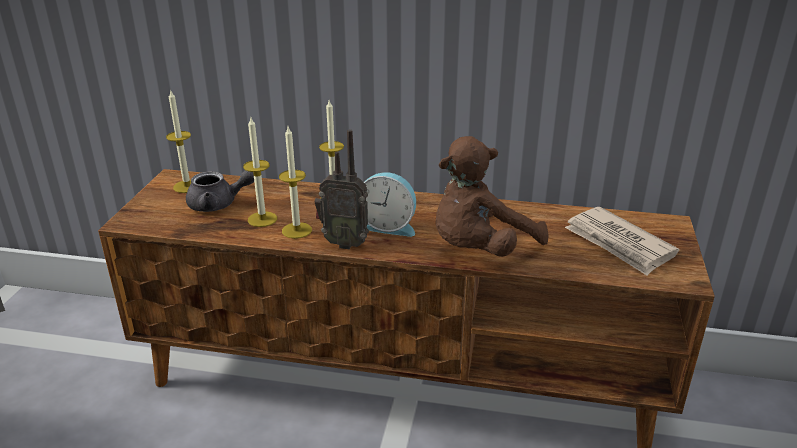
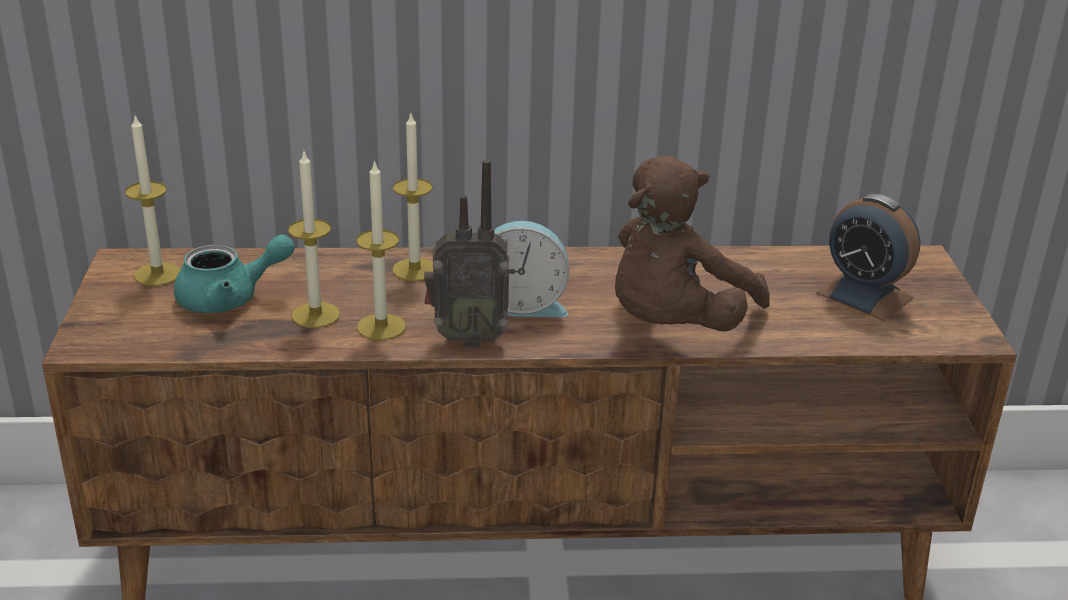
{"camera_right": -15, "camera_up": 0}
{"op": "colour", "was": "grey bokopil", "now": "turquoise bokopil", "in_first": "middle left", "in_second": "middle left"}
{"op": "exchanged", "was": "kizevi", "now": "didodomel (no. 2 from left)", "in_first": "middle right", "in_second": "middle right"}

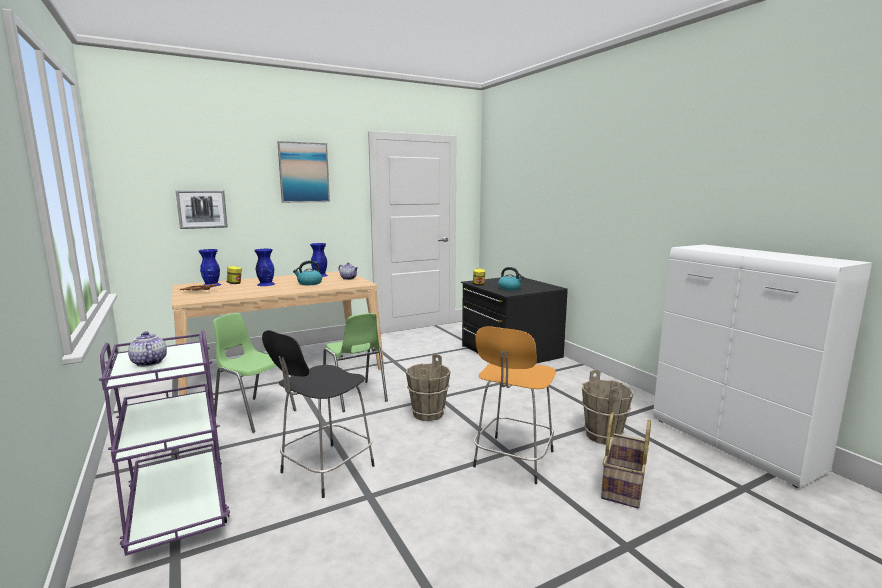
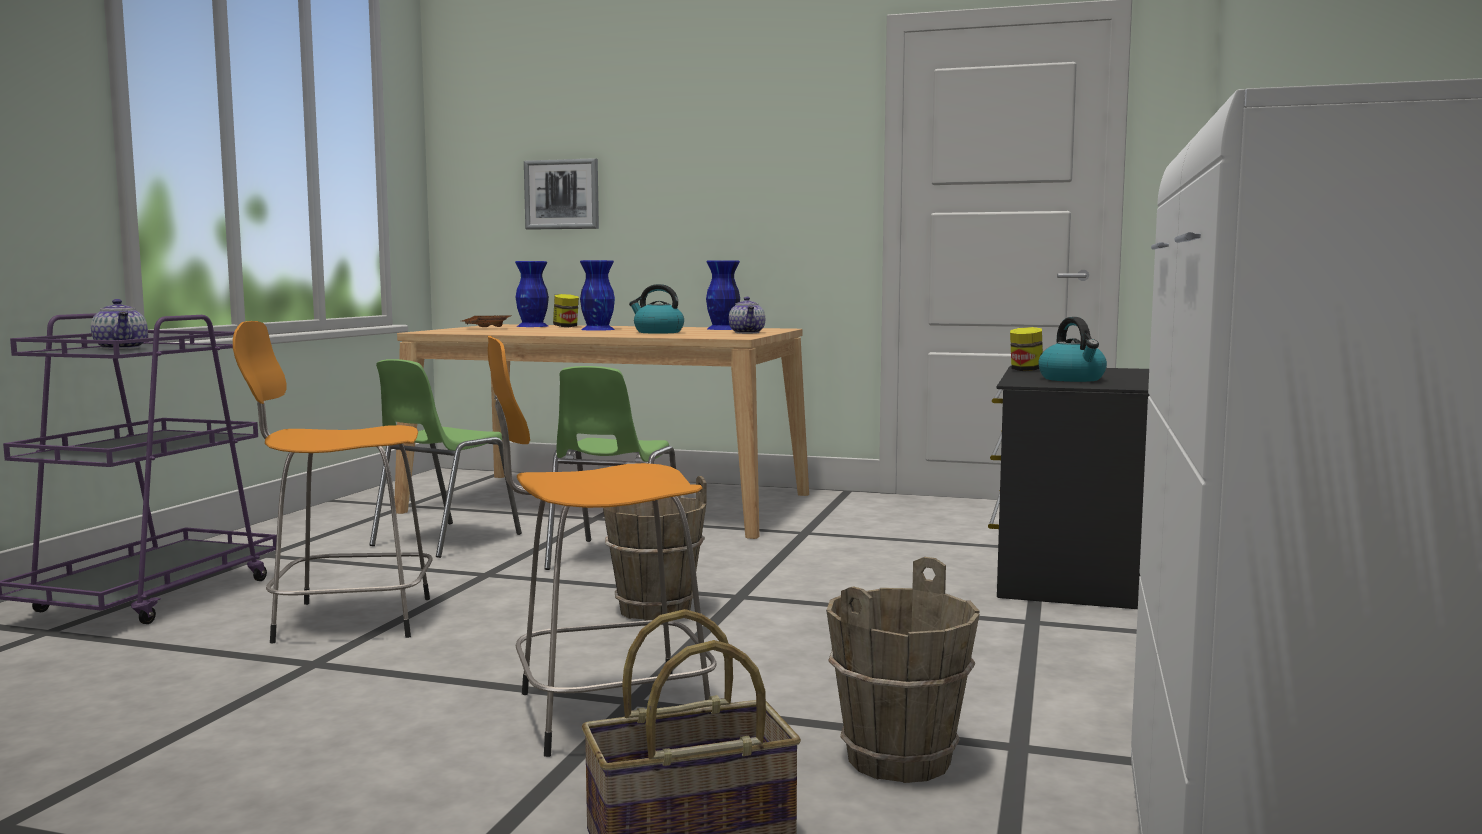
{"camera_right": 45, "camera_up": -5}
{"op": "spun", "was": "bokopil (no. 1 from left)", "in_first": "middle left", "in_second": "middle left", "clockwise": 135}
{"op": "colour", "was": "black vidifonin", "now": "orange vidifonin (no. 1 from left)", "in_first": "bottom centre", "in_second": "middle left"}
{"op": "spun", "was": "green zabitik (no. 1 from left)", "in_first": "middle left", "in_second": "middle left", "clockwise": -135}
{"op": "missing", "was": "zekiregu (no. 2 from left)", "in_first": "top centre"}

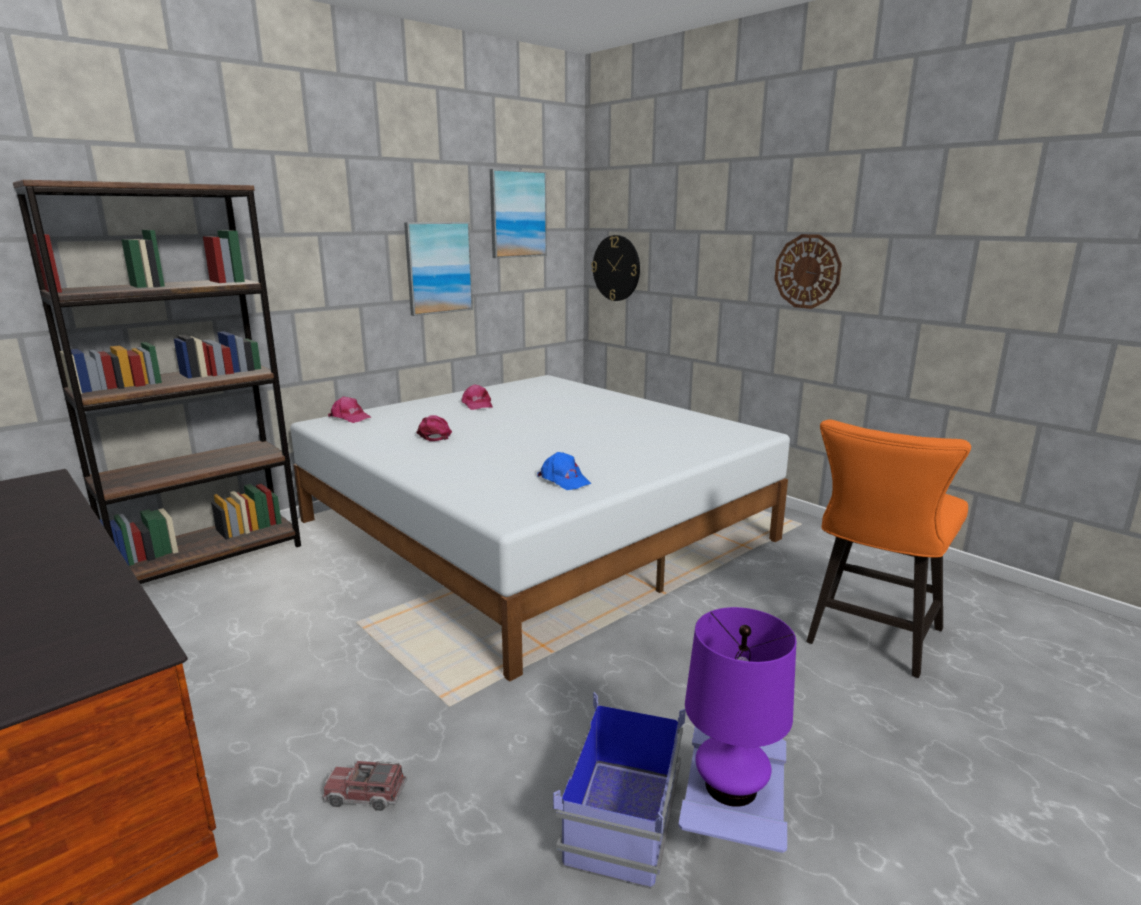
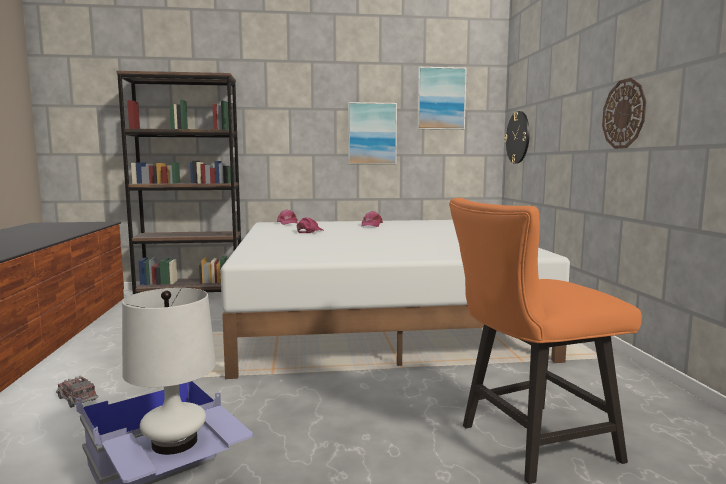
{"camera_right": 35, "camera_up": -10}
{"op": "colour", "was": "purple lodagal", "now": "white lodagal", "in_first": "bottom centre", "in_second": "bottom left"}
{"op": "missing", "was": "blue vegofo", "in_first": "centre"}

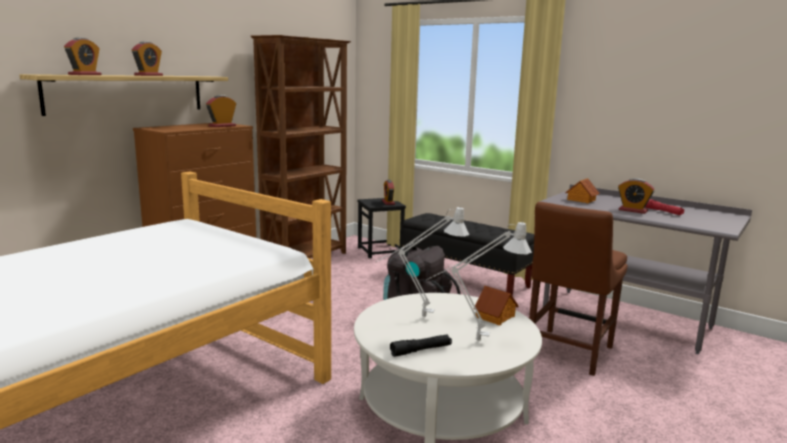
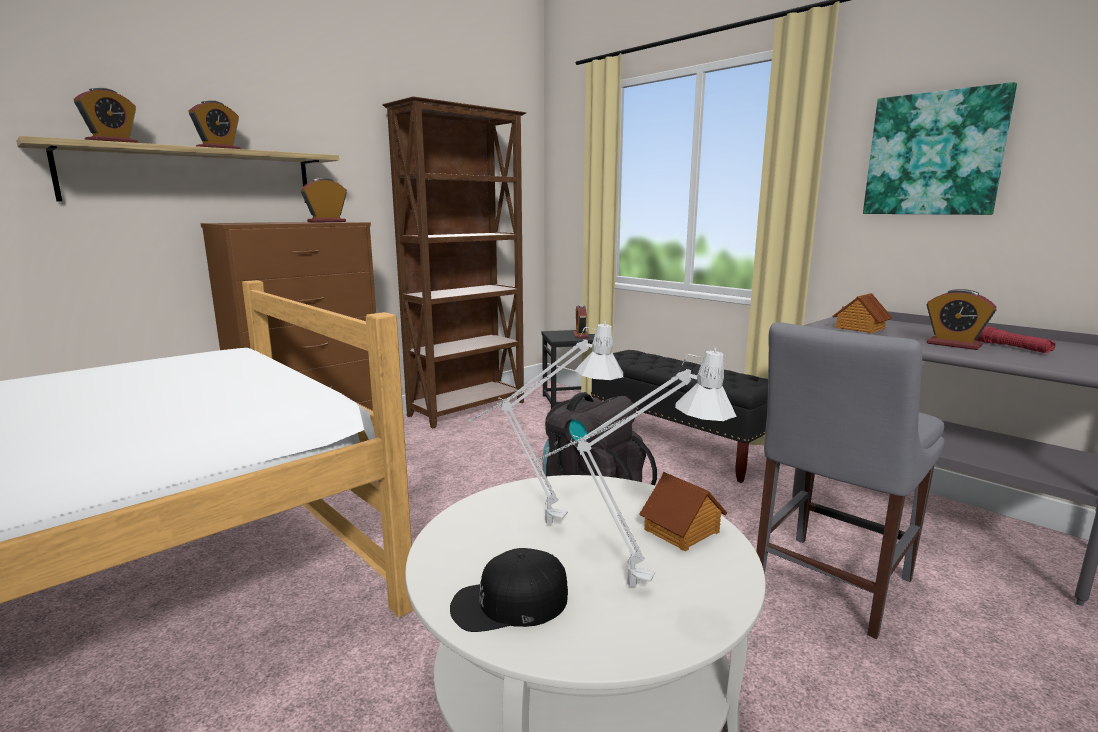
{"camera_right": 10, "camera_up": 0}
{"op": "exchanged", "was": "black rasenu", "now": "black vegofo", "in_first": "bottom centre", "in_second": "bottom centre"}
{"op": "colour", "was": "brown zabitik", "now": "grey zabitik", "in_first": "middle right", "in_second": "middle right"}
{"op": "appeared", "now": "zekiregu", "in_second": "top right"}

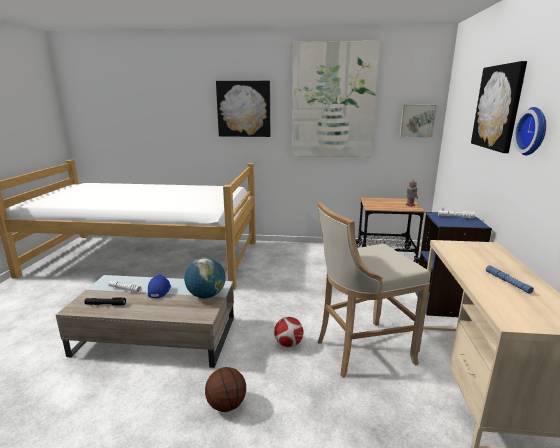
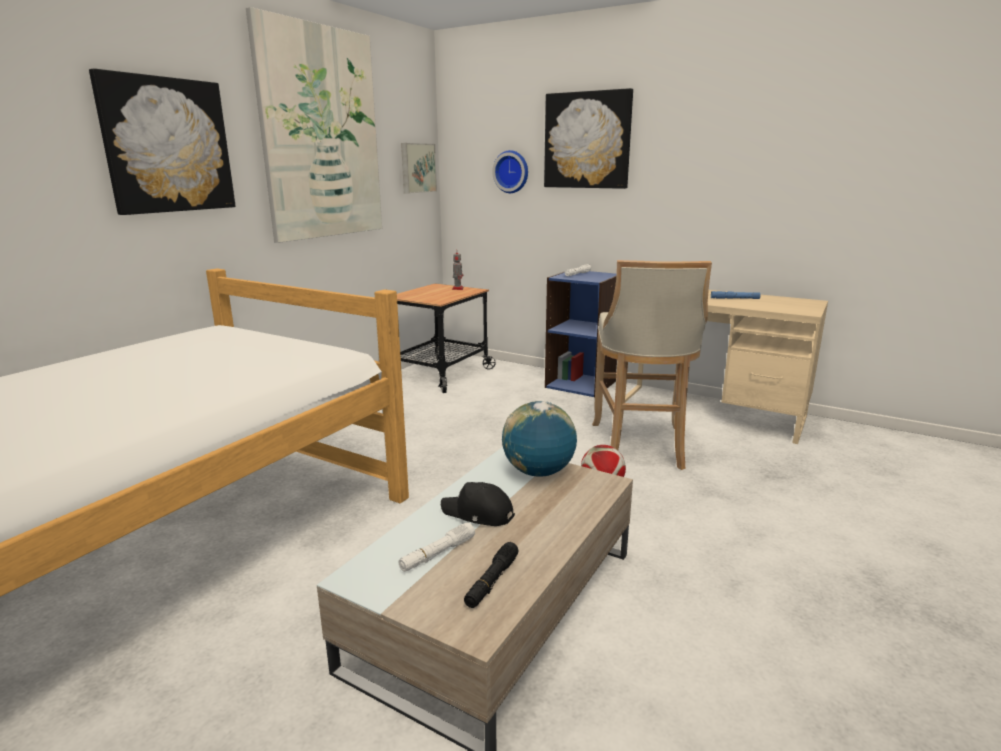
{"camera_right": -65, "camera_up": 0}
{"op": "colour", "was": "blue vegofo", "now": "black vegofo", "in_first": "middle left", "in_second": "bottom centre"}
{"op": "relocated", "was": "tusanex", "in_first": "top right", "in_second": "top centre"}
{"op": "missing", "was": "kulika", "in_first": "bottom centre"}

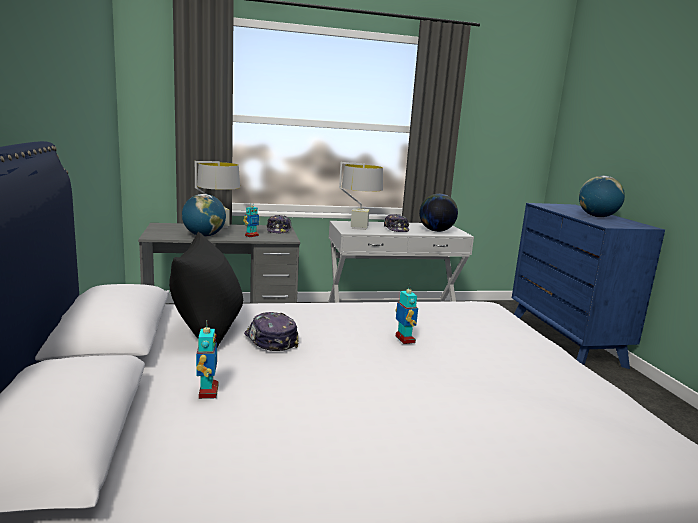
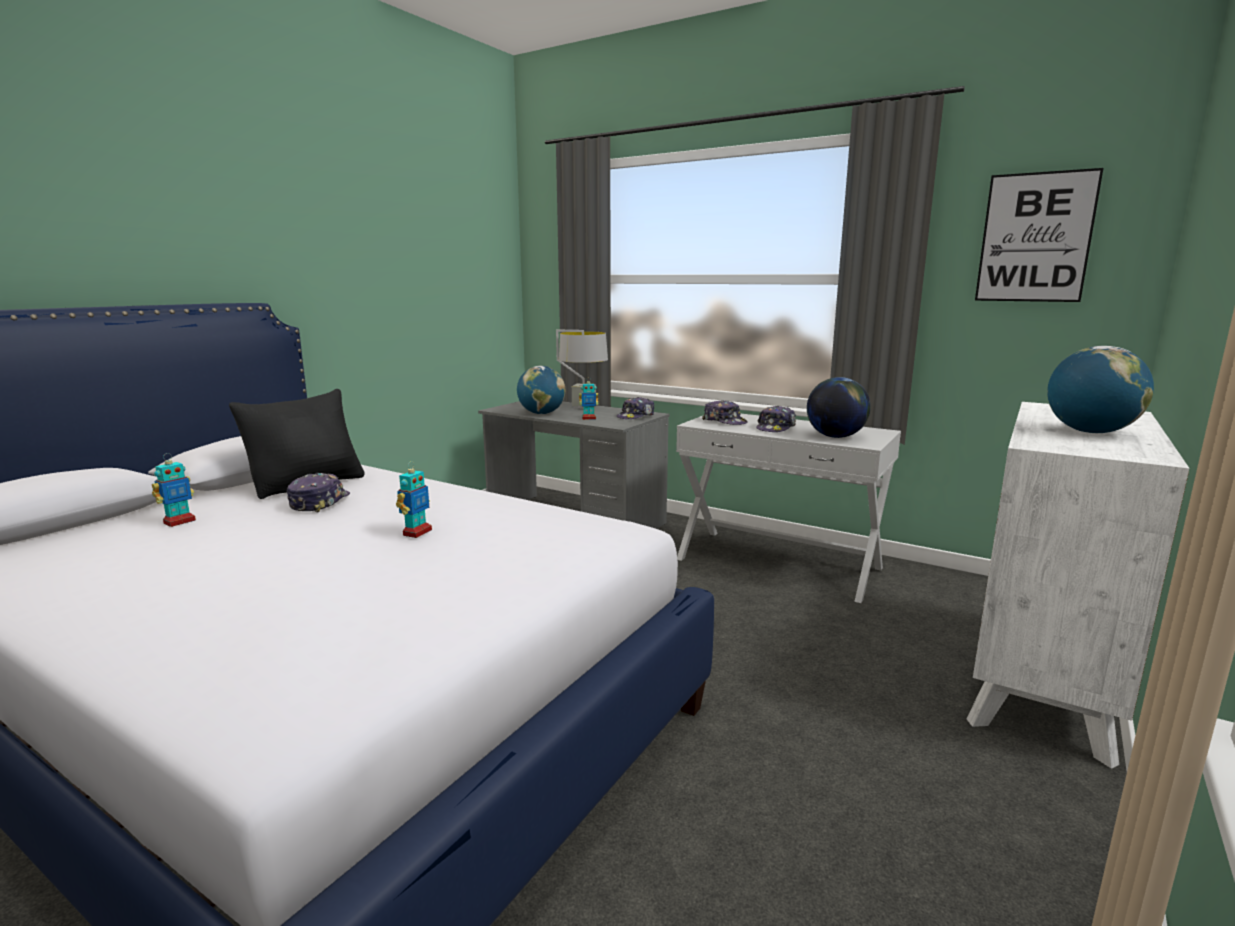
{"camera_right": 45, "camera_up": 0}
{"op": "exchanged", "was": "grey lodagal (no. 2 from left)", "now": "vegofo (no. 3 from left)", "in_first": "centre", "in_second": "centre"}
{"op": "colour", "was": "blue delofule", "now": "white delofule", "in_first": "middle right", "in_second": "middle right"}
{"op": "appeared", "now": "zekiregu", "in_second": "top right"}

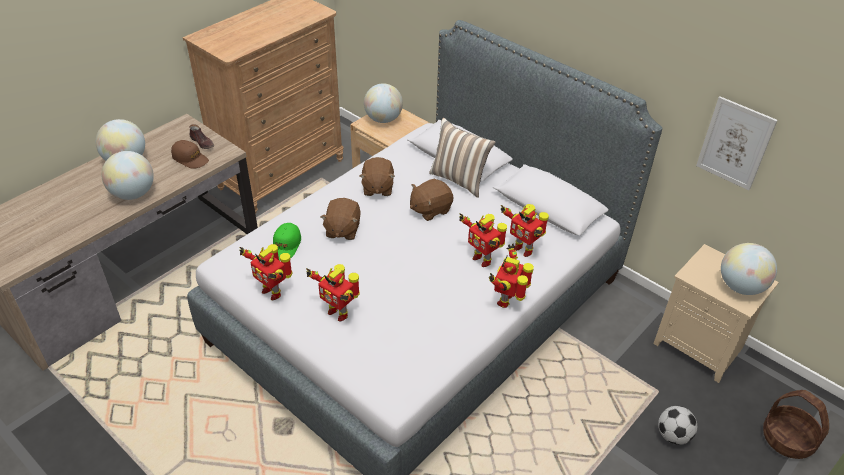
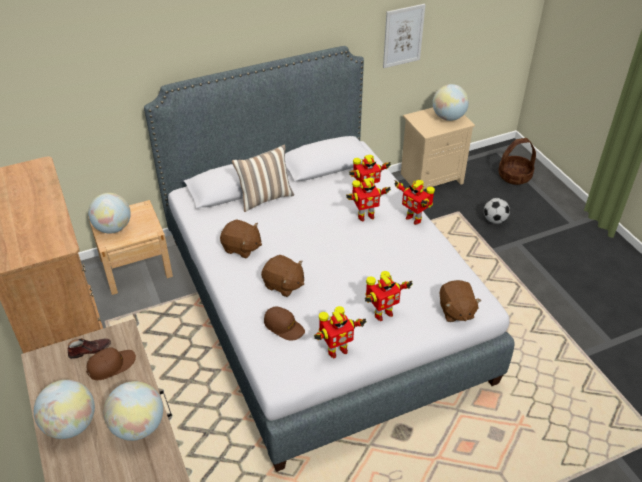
{"camera_right": -65, "camera_up": 0}
{"op": "colour", "was": "green vegofo", "now": "brown vegofo (no. 2 from left)", "in_first": "centre", "in_second": "bottom centre"}
{"op": "relocated", "was": "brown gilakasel (no. 3 from left)", "in_first": "centre", "in_second": "middle right"}

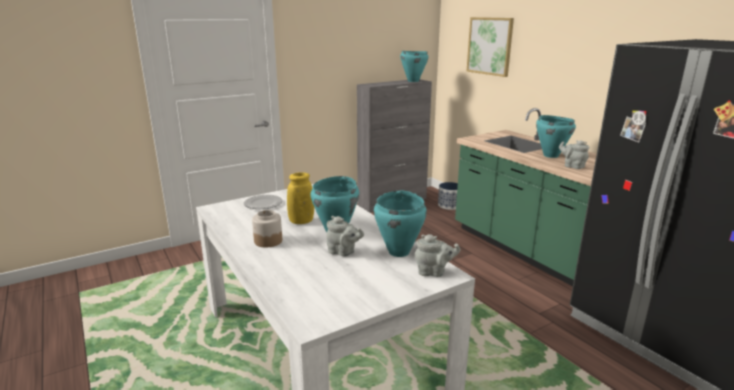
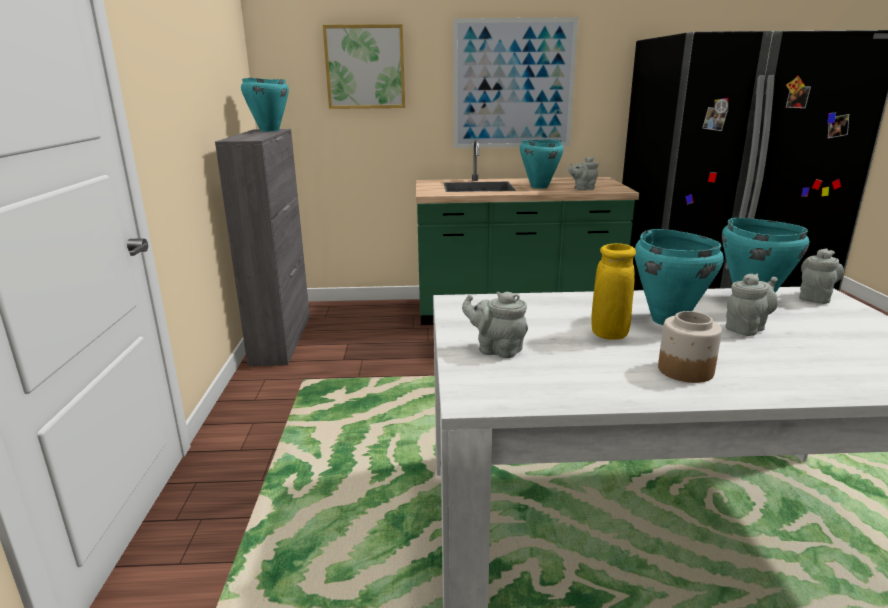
{"camera_right": -60, "camera_up": 0}
{"op": "appeared", "now": "zekiregu (no. 2 from left)", "in_second": "top centre"}
{"op": "exchanged", "was": "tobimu", "now": "grey bokopil (no. 1 from left)", "in_first": "centre", "in_second": "centre"}
{"op": "missing", "was": "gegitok", "in_first": "centre"}

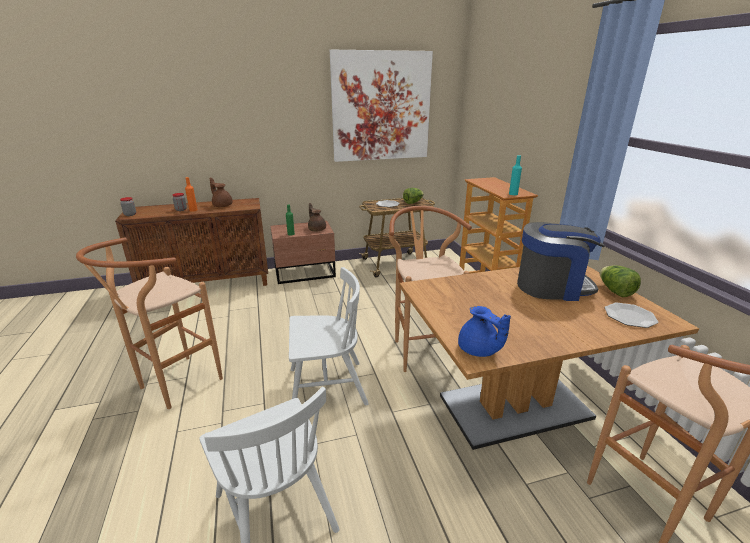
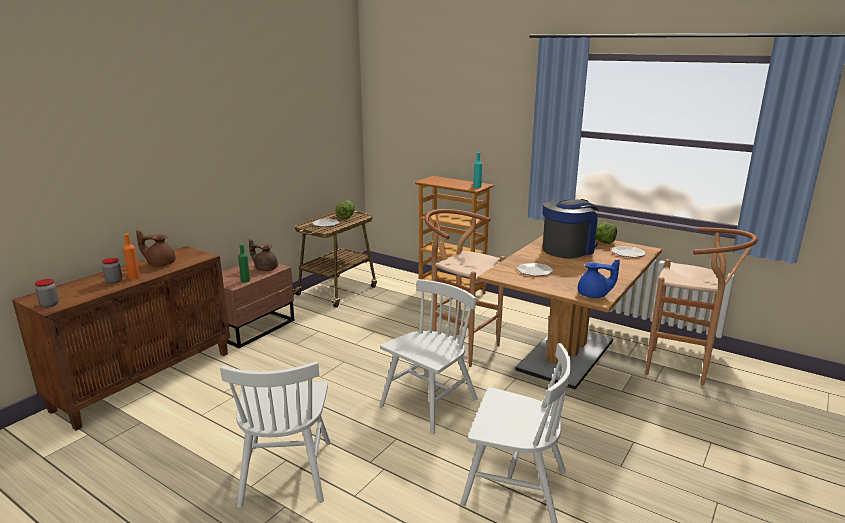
{"camera_right": -40, "camera_up": -5}
{"op": "exchanged", "was": "brown vidifonin (no. 1 from left)", "now": "white zabitik (no. 1 from left)", "in_first": "middle left", "in_second": "bottom left"}
{"op": "appeared", "now": "tobimu (no. 2 from left)", "in_second": "centre"}
{"op": "missing", "was": "zekiregu", "in_first": "top centre"}

